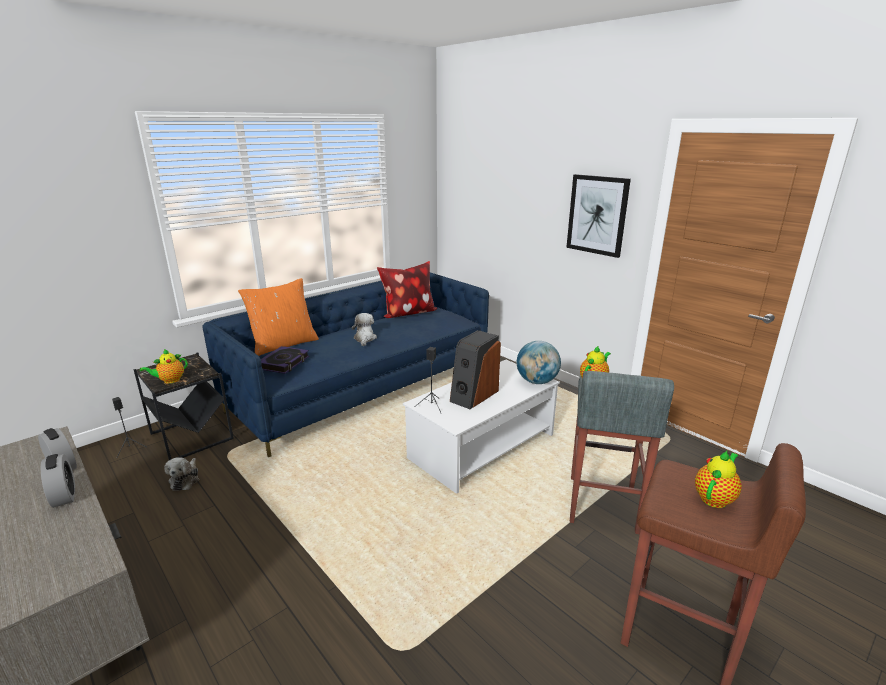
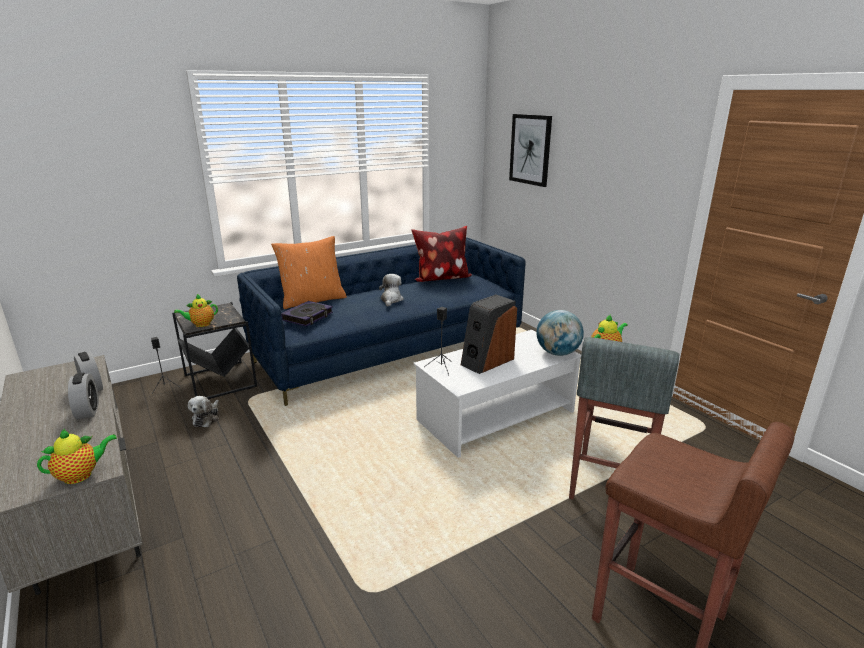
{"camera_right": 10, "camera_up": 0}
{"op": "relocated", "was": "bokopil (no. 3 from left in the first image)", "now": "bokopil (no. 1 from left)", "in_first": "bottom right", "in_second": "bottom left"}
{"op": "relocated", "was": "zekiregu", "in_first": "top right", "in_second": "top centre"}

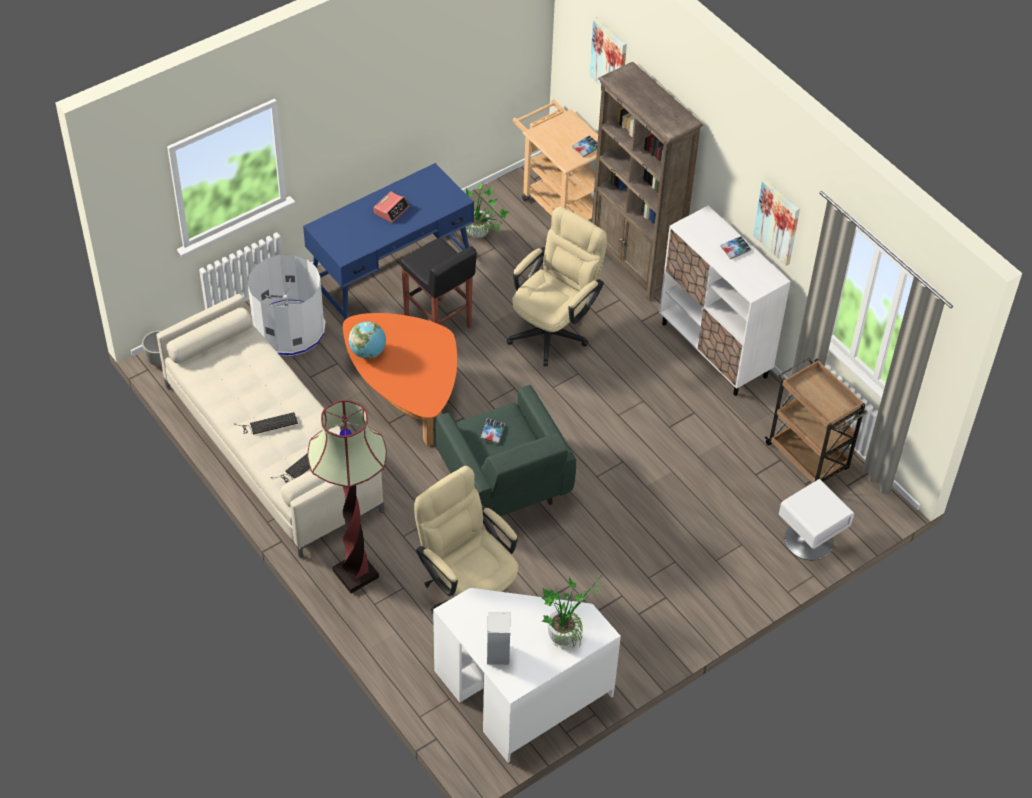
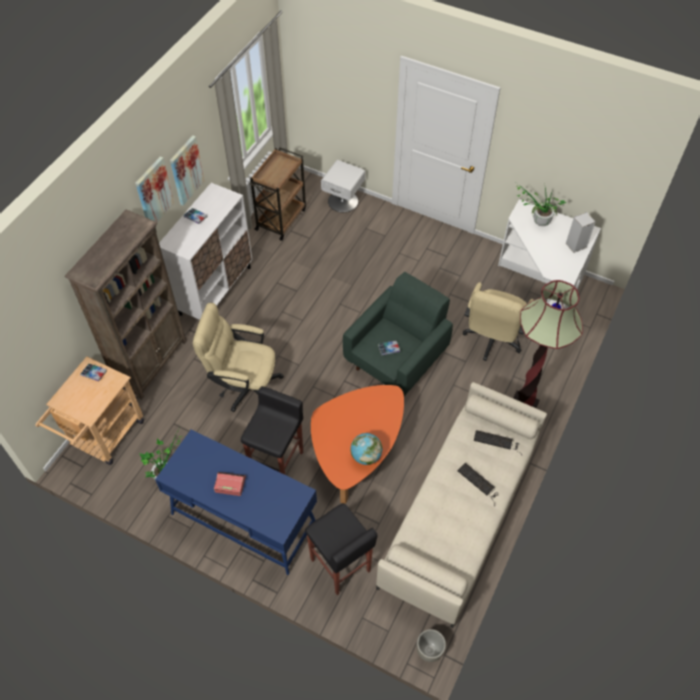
{"camera_right": -115, "camera_up": 5}
{"op": "relocated", "was": "zekiregu (no. 1 from left)", "in_first": "top centre", "in_second": "top left"}
{"op": "exchanged", "was": "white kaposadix", "now": "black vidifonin (no. 2 from left)", "in_first": "middle left", "in_second": "bottom centre"}

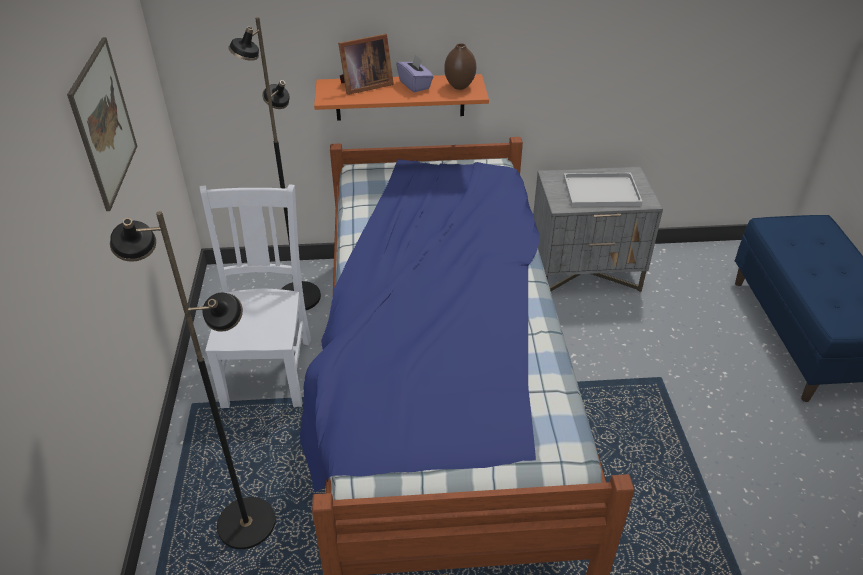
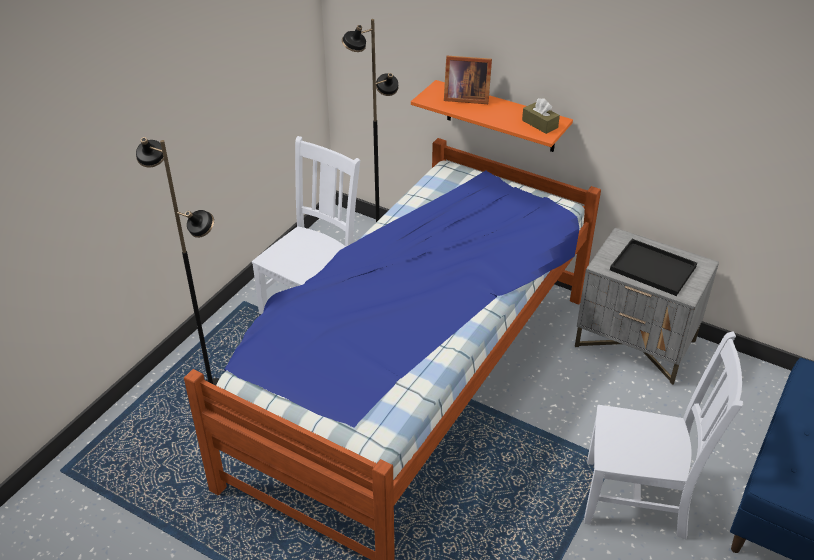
{"camera_right": 35, "camera_up": 0}
{"op": "exchanged", "was": "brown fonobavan", "now": "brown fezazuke", "in_first": "top centre", "in_second": "top centre"}
{"op": "appeared", "now": "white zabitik (no. 2 from left)", "in_second": "bottom right"}
{"op": "colour", "was": "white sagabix", "now": "black sagabix", "in_first": "top right", "in_second": "middle right"}
{"op": "missing", "was": "zekiregu", "in_first": "top left"}
{"op": "missing", "was": "purple fezazuke", "in_first": "top centre"}

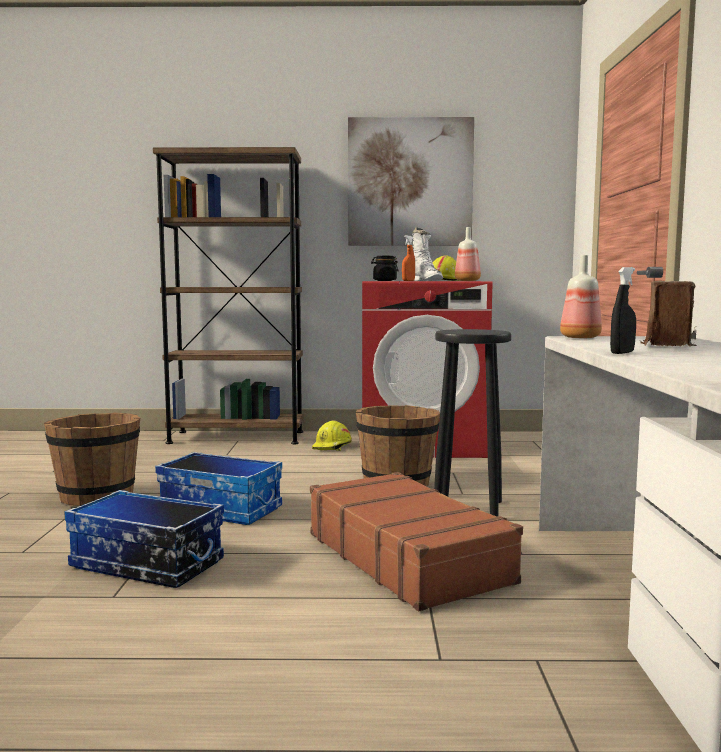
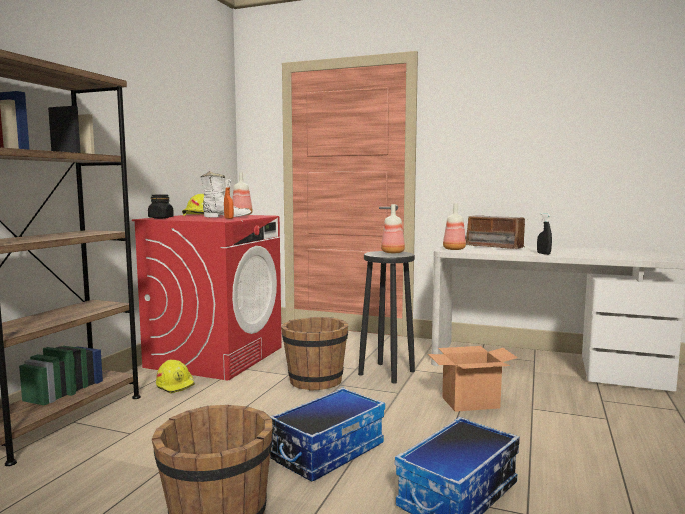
{"camera_right": -70, "camera_up": 0}
{"op": "appeared", "now": "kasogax (no. 2 from left)", "in_second": "centre"}
{"op": "exchanged", "was": "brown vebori", "now": "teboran", "in_first": "bottom centre", "in_second": "bottom right"}
{"op": "missing", "was": "zekiregu", "in_first": "top centre"}

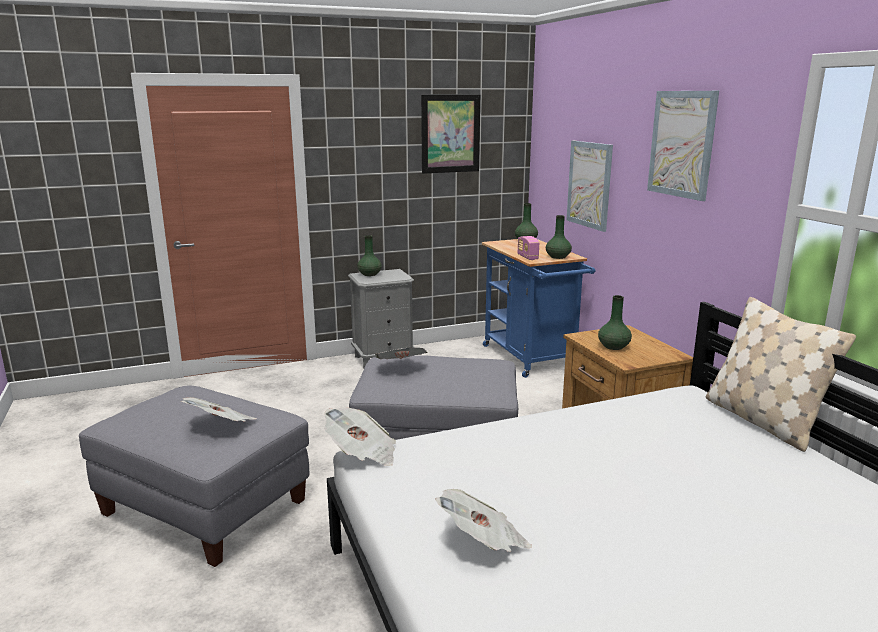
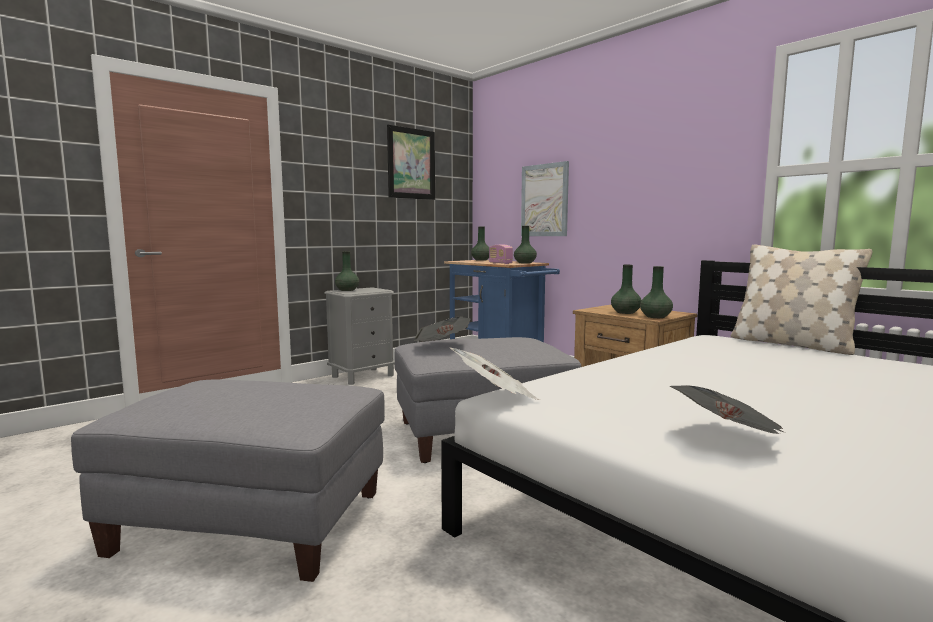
{"camera_right": -20, "camera_up": -10}
{"op": "appeared", "now": "green fonobavan (no. 5 from left)", "in_second": "middle right"}
{"op": "missing", "was": "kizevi (no. 1 from left)", "in_first": "middle left"}
{"op": "missing", "was": "zekiregu (no. 3 from left)", "in_first": "top right"}

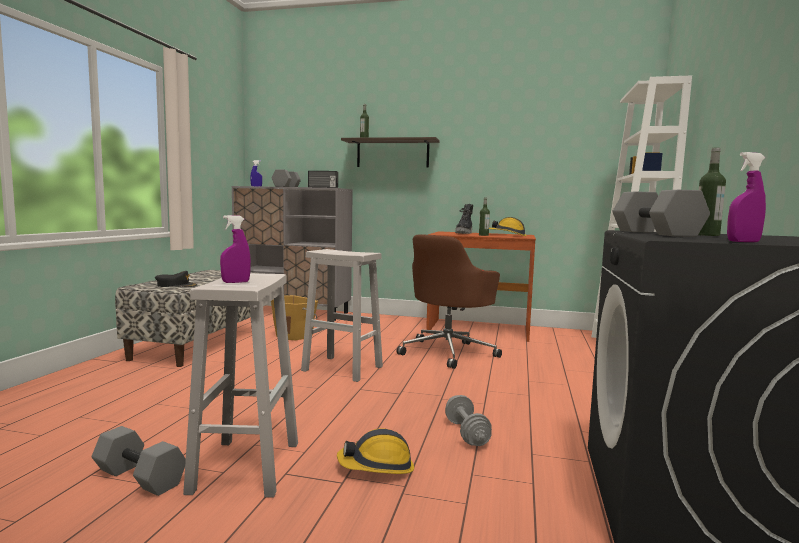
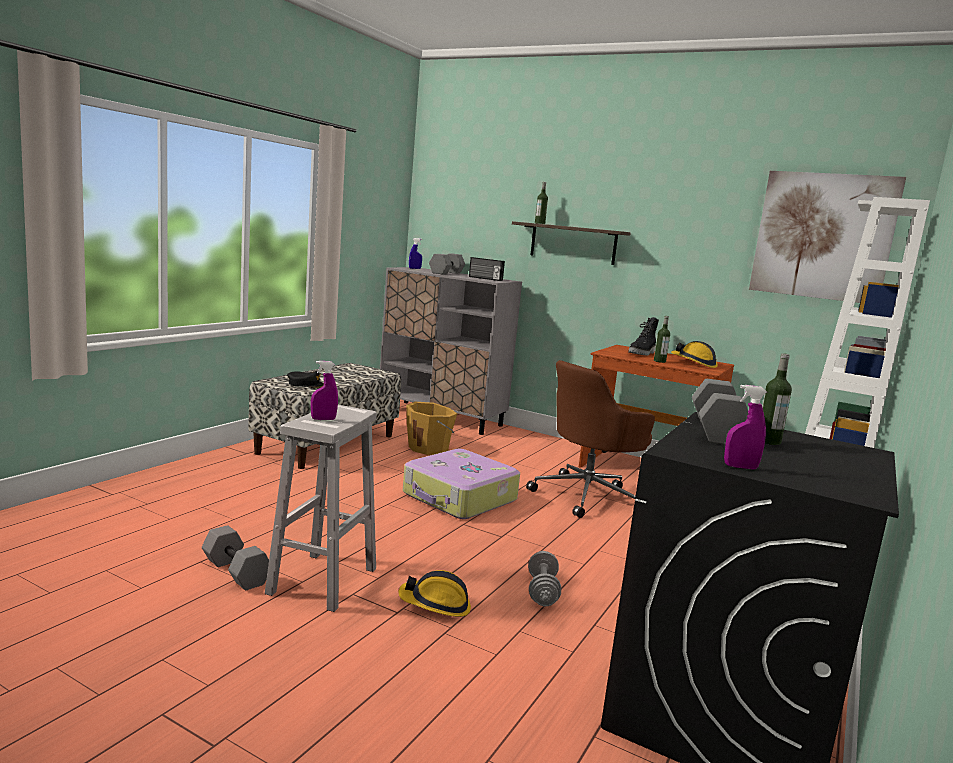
{"camera_right": 15, "camera_up": 5}
{"op": "exchanged", "was": "white vidifonin (no. 2 from left)", "now": "vebori", "in_first": "centre", "in_second": "centre"}
{"op": "appeared", "now": "zekiregu", "in_second": "top right"}

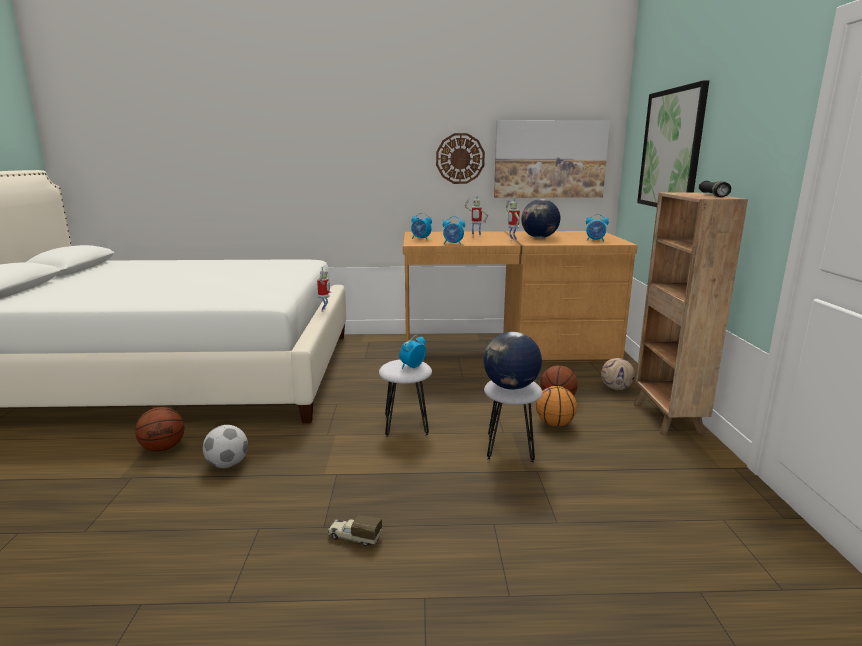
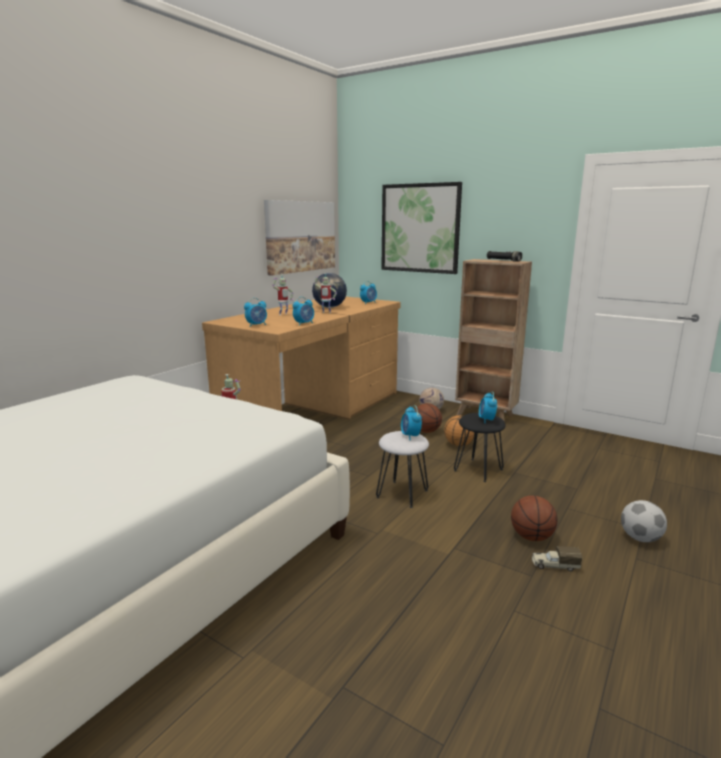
{"camera_right": -55, "camera_up": 0}
{"op": "colour", "was": "white vidifonin (no. 2 from left)", "now": "black vidifonin", "in_first": "centre", "in_second": "centre"}
{"op": "exchanged", "was": "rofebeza (no. 1 from left)", "now": "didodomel (no. 5 from left)", "in_first": "centre", "in_second": "middle right"}
{"op": "relocated", "was": "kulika (no. 1 from left in the first image)", "now": "kulika (no. 3 from left)", "in_first": "middle left", "in_second": "bottom right"}
{"op": "spun", "was": "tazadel", "in_first": "bottom centre", "in_second": "bottom right", "clockwise": 45}
{"op": "relocated", "was": "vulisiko (no. 1 from left in the first image)", "now": "vulisiko (no. 2 from left)", "in_first": "bottom left", "in_second": "bottom right"}
{"op": "missing", "was": "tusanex", "in_first": "top centre"}

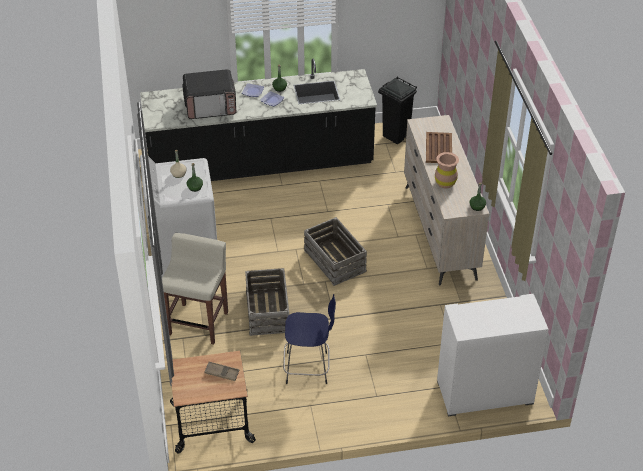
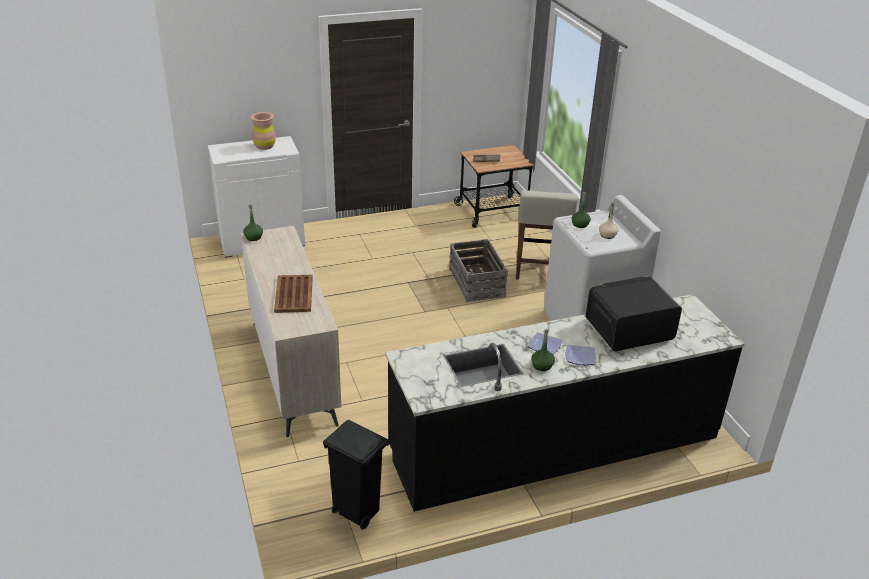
{"camera_right": 170, "camera_up": -10}
{"op": "relocated", "was": "brown fonobavan", "in_first": "middle right", "in_second": "top left"}
{"op": "missing", "was": "blue vidifonin", "in_first": "bottom centre"}
{"op": "missing", "was": "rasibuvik (no. 2 from left)", "in_first": "centre"}

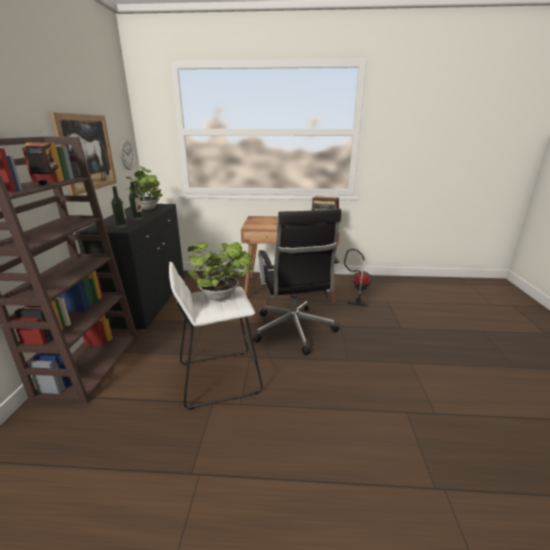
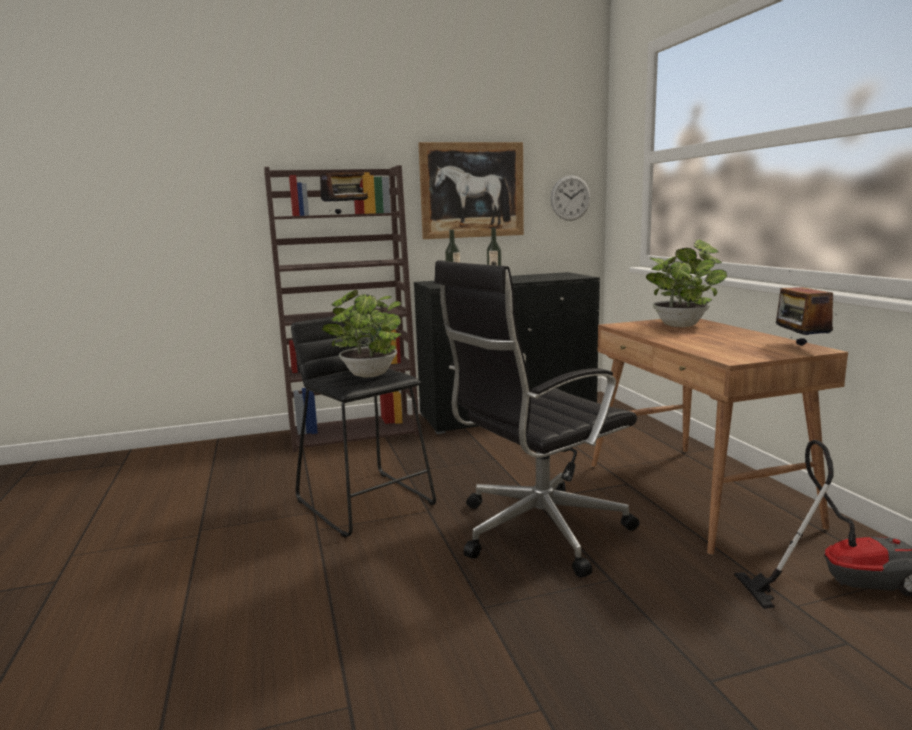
{"camera_right": 70, "camera_up": -10}
{"op": "colour", "was": "white vidifonin", "now": "black vidifonin", "in_first": "centre", "in_second": "centre"}
{"op": "relocated", "was": "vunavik (no. 1 from left in the first image)", "now": "vunavik (no. 2 from left)", "in_first": "middle left", "in_second": "middle right"}

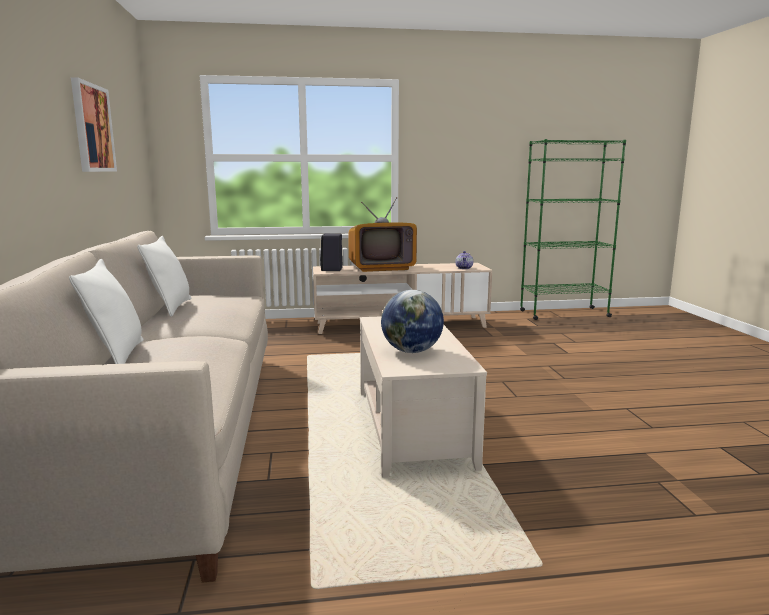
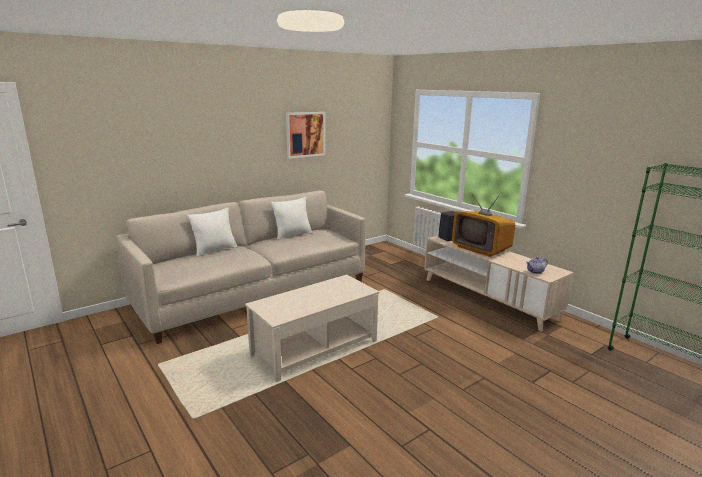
{"camera_right": 60, "camera_up": 5}
{"op": "missing", "was": "rofebeza", "in_first": "centre"}

